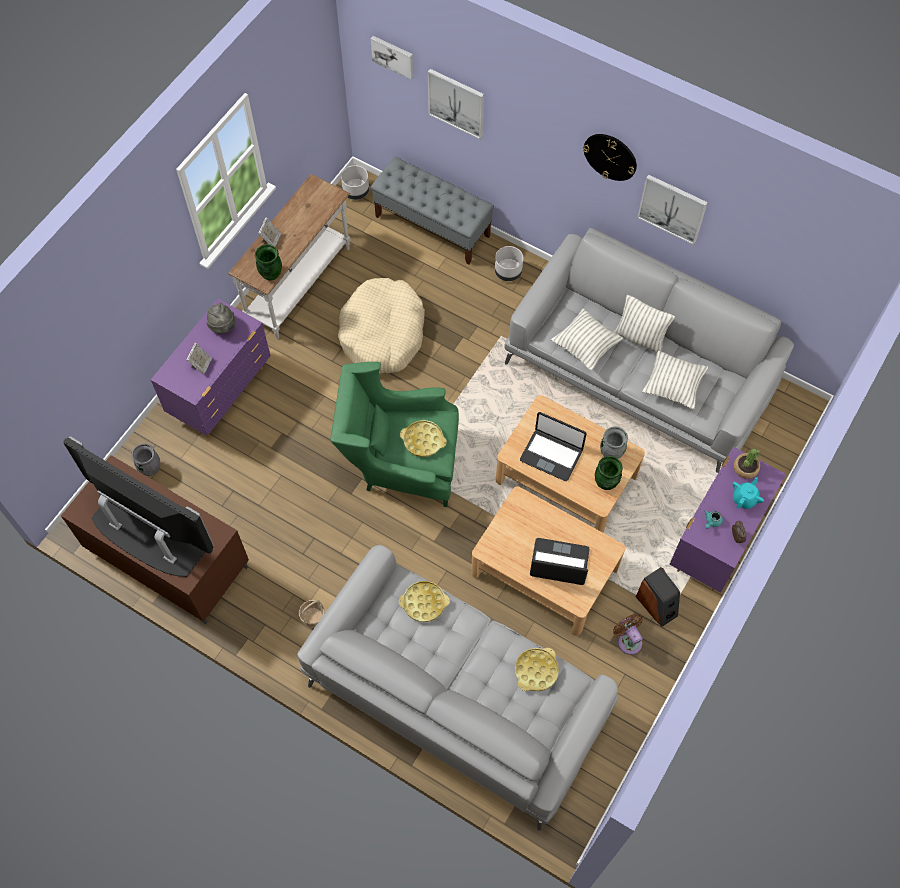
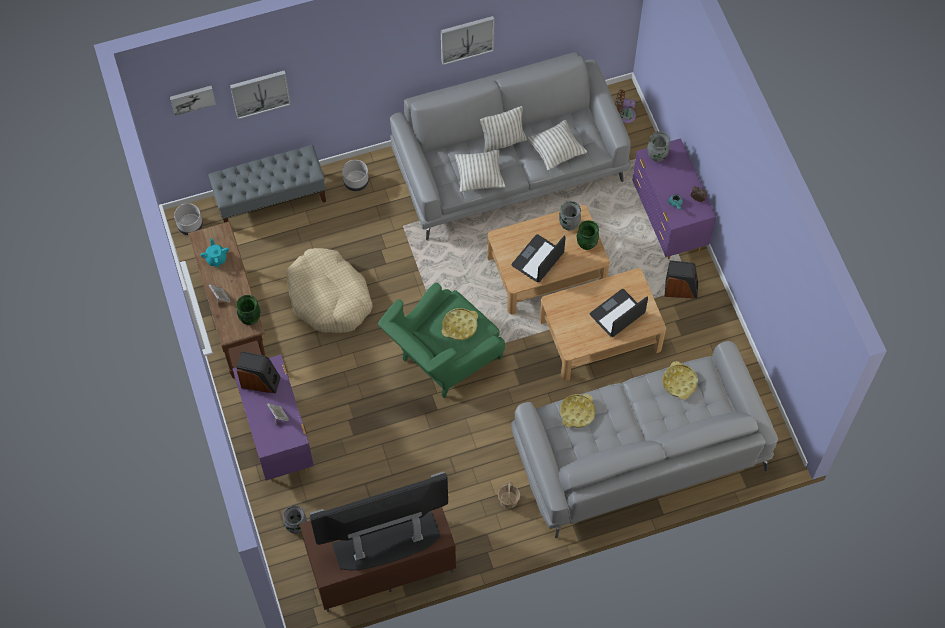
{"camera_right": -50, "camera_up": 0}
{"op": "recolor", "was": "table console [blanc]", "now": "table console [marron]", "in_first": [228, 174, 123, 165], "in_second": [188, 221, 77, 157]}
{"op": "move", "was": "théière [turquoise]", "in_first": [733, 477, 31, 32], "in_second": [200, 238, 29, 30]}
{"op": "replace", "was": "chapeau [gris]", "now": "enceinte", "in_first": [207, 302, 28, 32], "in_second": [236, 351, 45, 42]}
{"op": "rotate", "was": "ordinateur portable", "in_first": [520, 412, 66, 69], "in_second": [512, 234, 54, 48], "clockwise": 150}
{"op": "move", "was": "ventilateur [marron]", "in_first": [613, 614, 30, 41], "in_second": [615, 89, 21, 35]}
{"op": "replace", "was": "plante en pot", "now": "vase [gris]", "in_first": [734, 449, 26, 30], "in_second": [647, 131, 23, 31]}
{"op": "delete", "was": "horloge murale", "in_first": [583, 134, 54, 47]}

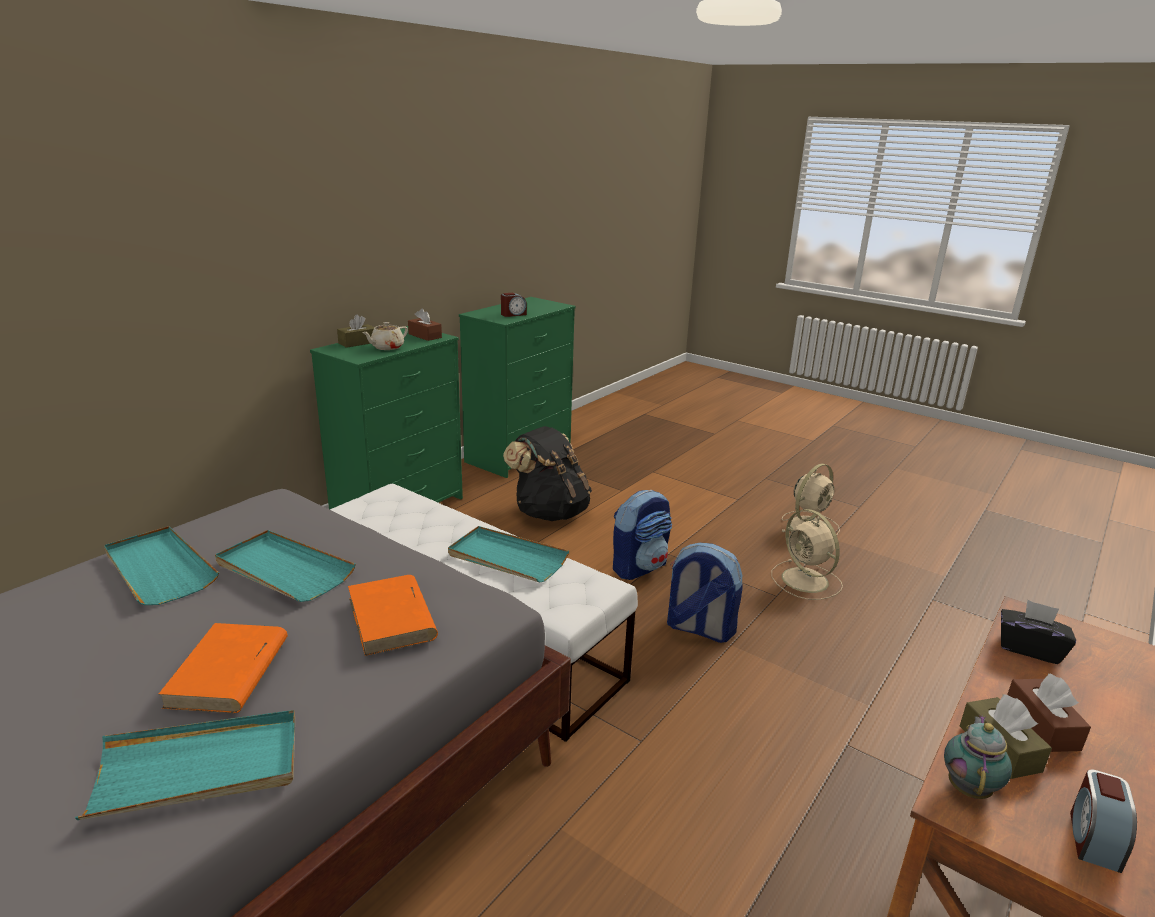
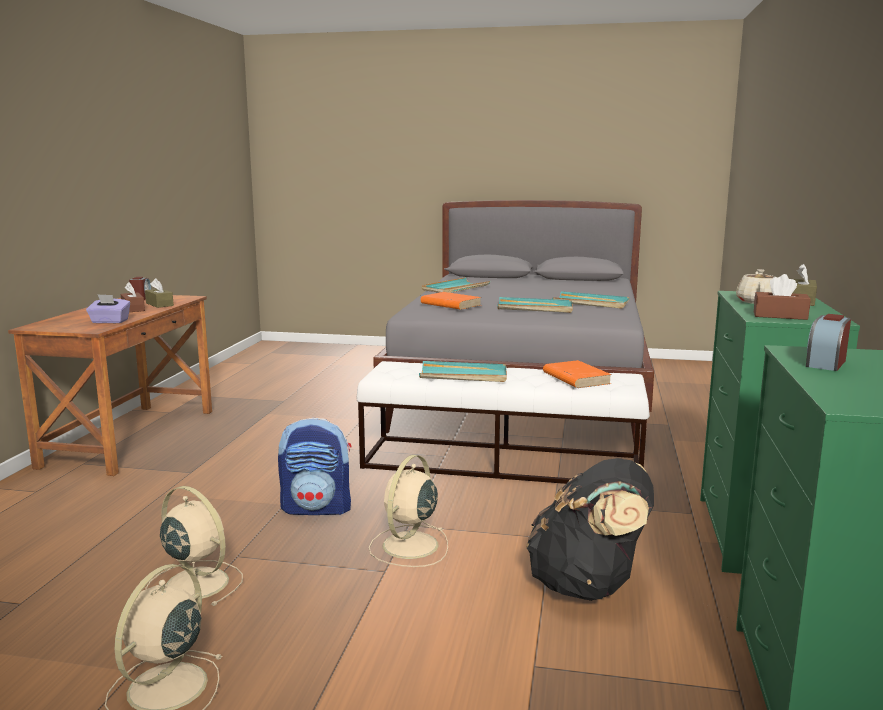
{"camera_right": 155, "camera_up": -10}
{"op": "recolor", "was": "boîte à mouchoirs [noir]", "now": "boîte à mouchoirs [violet]", "in_first": [1001, 600, 75, 64], "in_second": [86, 294, 44, 29]}
{"op": "replace", "was": "sac à dos", "now": "ventilateur [beige]", "in_first": [613, 490, 59, 90], "in_second": [369, 455, 79, 112]}
{"op": "move", "was": "livre [orange]", "in_first": [158, 623, 130, 90], "in_second": [543, 360, 69, 28]}
{"op": "delete", "was": "théière", "in_first": [944, 715, 68, 84]}

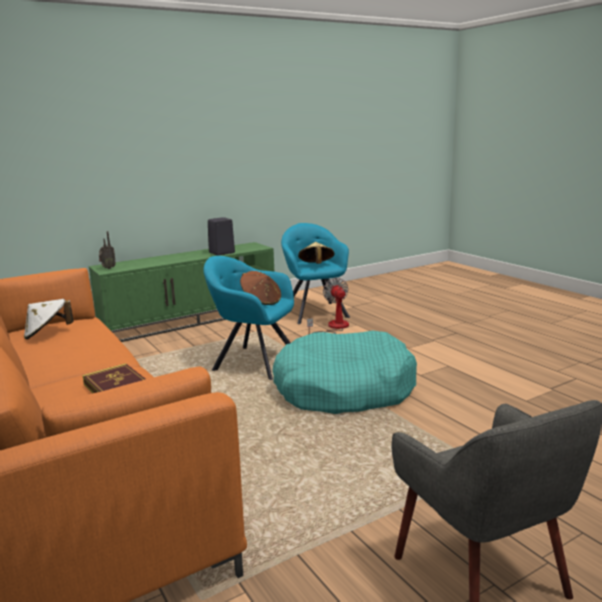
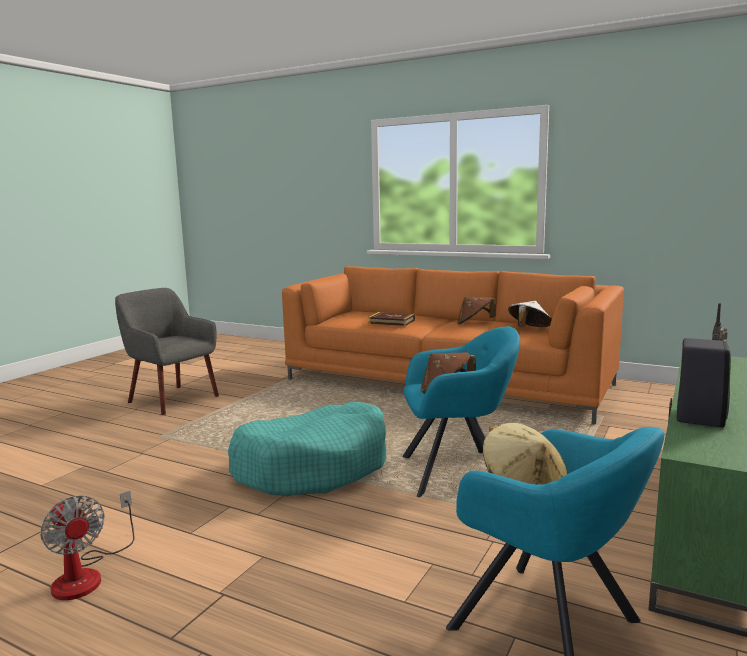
{"camera_right": 150, "camera_up": -5}
{"op": "move", "was": "ventilateur", "in_first": [307, 278, 42, 56], "in_second": [40, 491, 95, 109]}
{"op": "insert", "now": "chapeau [marron]", "in_second": [457, 297, 39, 28]}

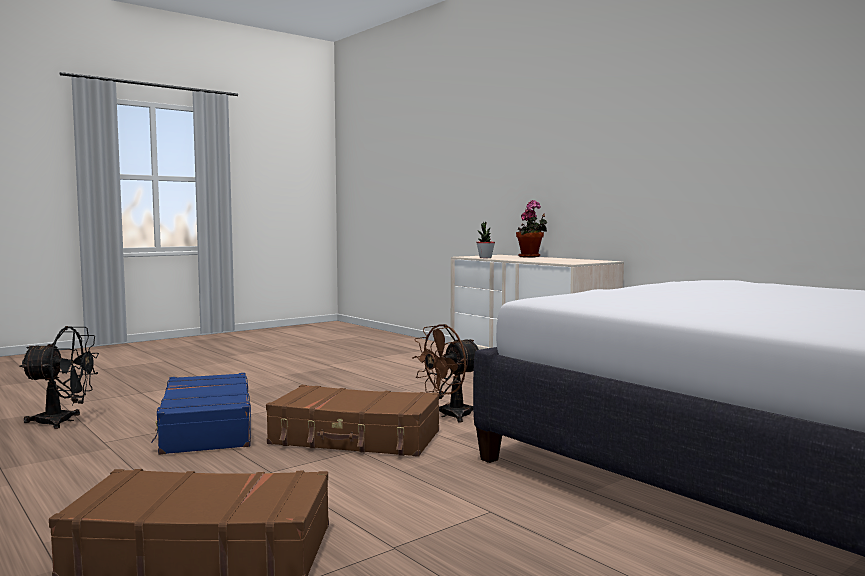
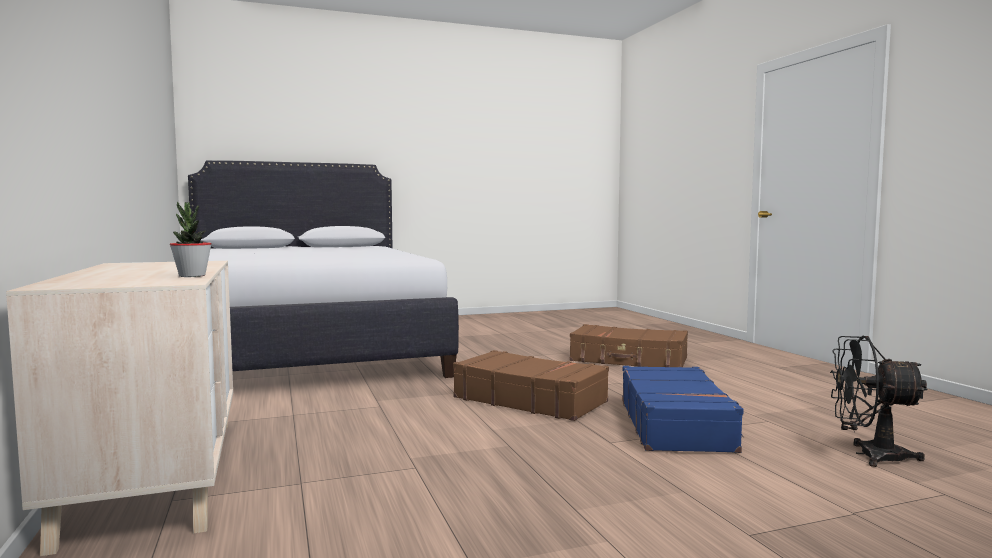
{"camera_right": -160, "camera_up": 0}
{"op": "delete", "was": "ventilateur [marron]", "in_first": [412, 324, 67, 98]}
{"op": "delete", "was": "plante en pot", "in_first": [516, 200, 31, 58]}

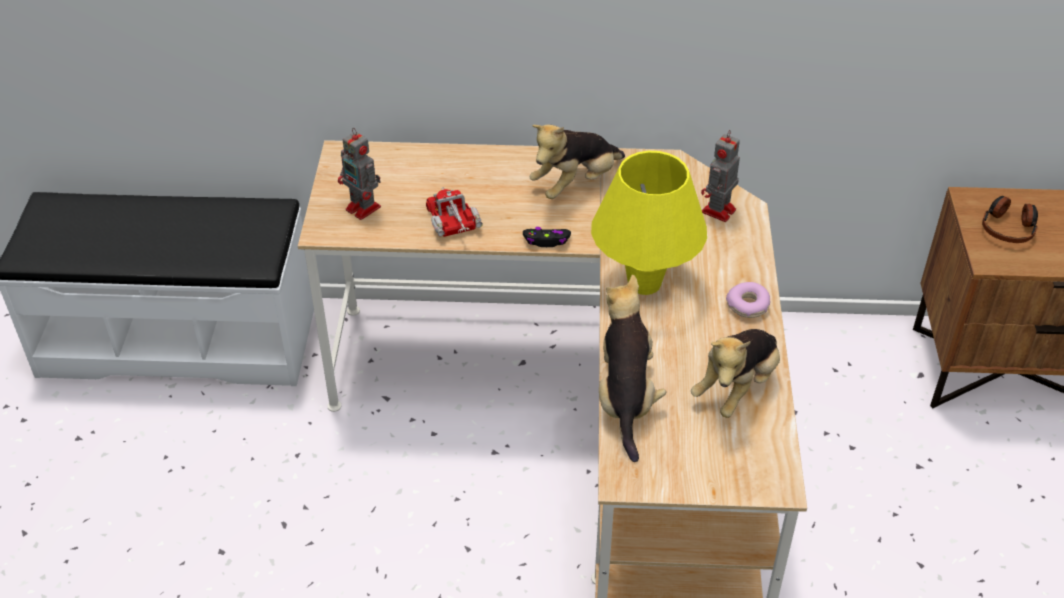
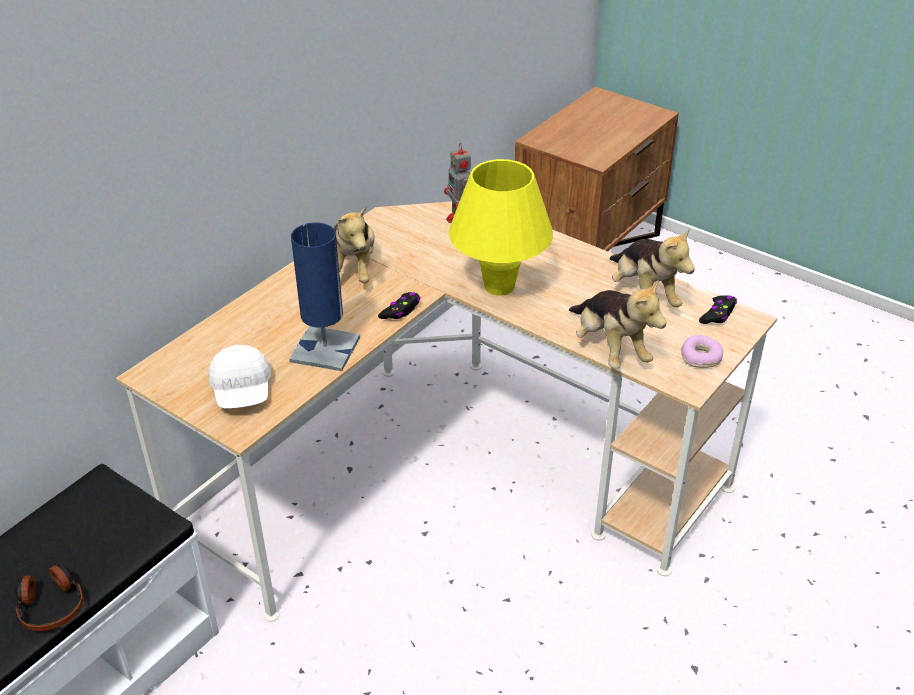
{"camera_right": -55, "camera_up": -5}
{"op": "move", "was": "casque audio", "in_first": [982, 196, 56, 47], "in_second": [15, 564, 69, 67]}
{"op": "replace", "was": "robot jouet", "now": "casquette [blanc]", "in_first": [338, 128, 43, 92], "in_second": [209, 345, 62, 63]}
{"op": "replace", "was": "camion jouet", "now": "lampe de table [bleu]", "in_first": [426, 187, 57, 50], "in_second": [289, 222, 71, 149]}
{"op": "rotate", "was": "peluche", "in_first": [599, 275, 67, 187], "in_second": [569, 279, 97, 90], "clockwise": -150}
{"op": "move", "was": "beignet", "in_first": [726, 282, 44, 36], "in_second": [681, 335, 42, 33]}
{"op": "insert", "now": "manette [noir]", "in_second": [699, 295, 38, 29]}

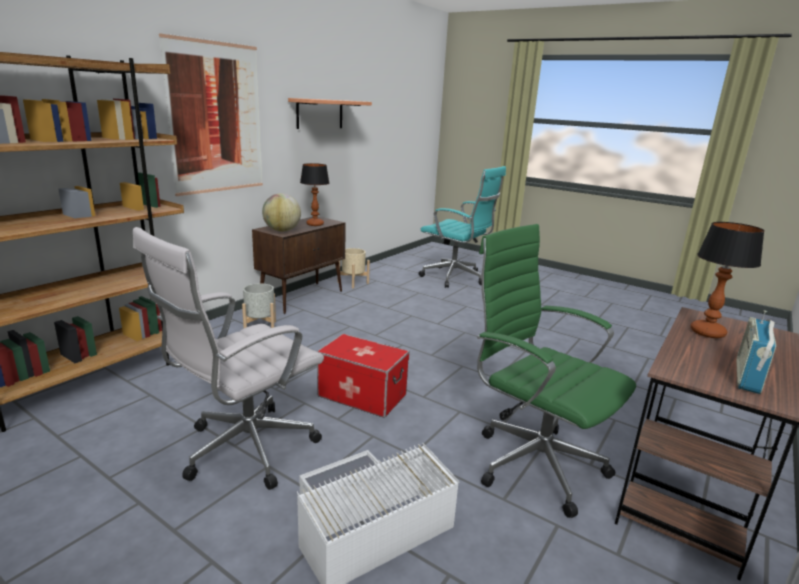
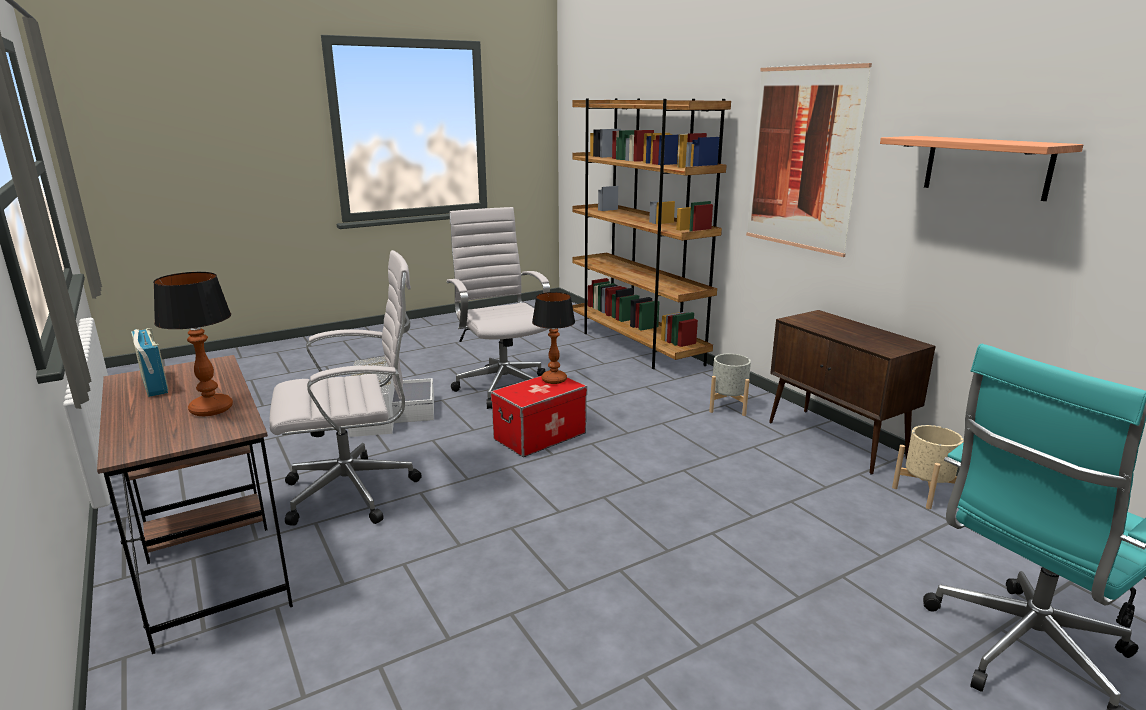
{"camera_right": 115, "camera_up": 0}
{"op": "recolor", "was": "chaise de bureau [vert]", "now": "chaise de bureau [blanc]", "in_first": [477, 224, 159, 294], "in_second": [270, 250, 152, 276]}
{"op": "move", "was": "lampe de table", "in_first": [300, 163, 29, 63], "in_second": [532, 292, 43, 92]}
{"op": "delete", "was": "globe", "in_first": [262, 193, 39, 39]}

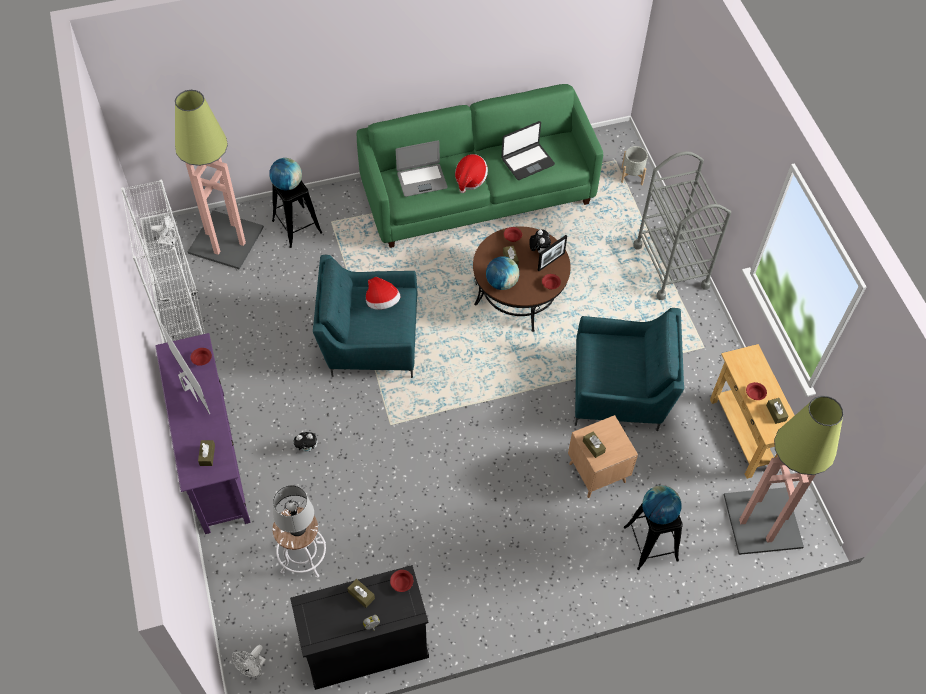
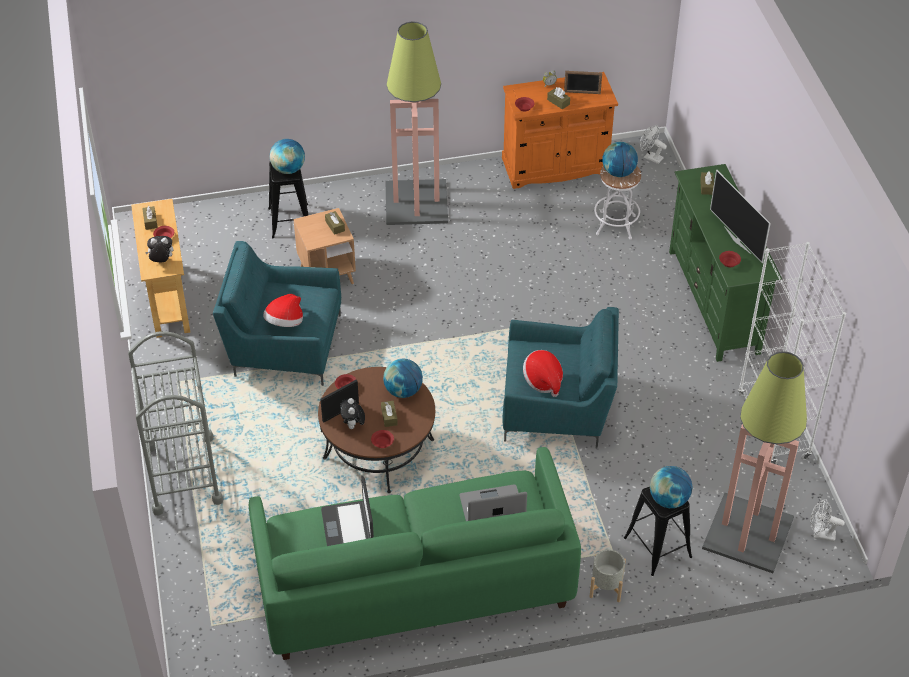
{"camera_right": -175, "camera_up": -10}
{"op": "move", "was": "peluche", "in_first": [294, 432, 27, 20], "in_second": [145, 236, 28, 26]}
{"op": "move", "was": "chapeau", "in_first": [455, 154, 33, 39], "in_second": [263, 294, 40, 33]}
{"op": "rotate", "was": "ordinateur portable", "in_first": [501, 121, 54, 59], "in_second": [321, 476, 53, 70], "clockwise": -75}
{"op": "move", "was": "lampadaire", "in_first": [724, 396, 120, 159], "in_second": [385, 21, 63, 204]}
{"op": "recolor", "was": "meuble de rangement [noir]", "now": "meuble de rangement [orange]", "in_first": [290, 565, 139, 125], "in_second": [502, 72, 116, 117]}
{"op": "insert", "now": "cadre photo", "in_second": [564, 71, 38, 23]}
{"op": "move", "was": "cache-pot [gris]", "in_first": [621, 146, 27, 39], "in_second": [590, 549, 36, 53]}
{"op": "replace", "was": "lampe de table [gris]", "now": "globe", "in_first": [273, 485, 41, 51], "in_second": [602, 142, 36, 35]}
{"op": "rotate", "was": "ventilateur [blanc]", "in_first": [232, 645, 34, 32], "in_second": [640, 125, 27, 39], "clockwise": -90}
{"op": "recolor", "was": "meuble télé [violet]", "now": "meuble télé [vert]", "in_first": [155, 333, 96, 201], "in_second": [669, 164, 113, 198]}

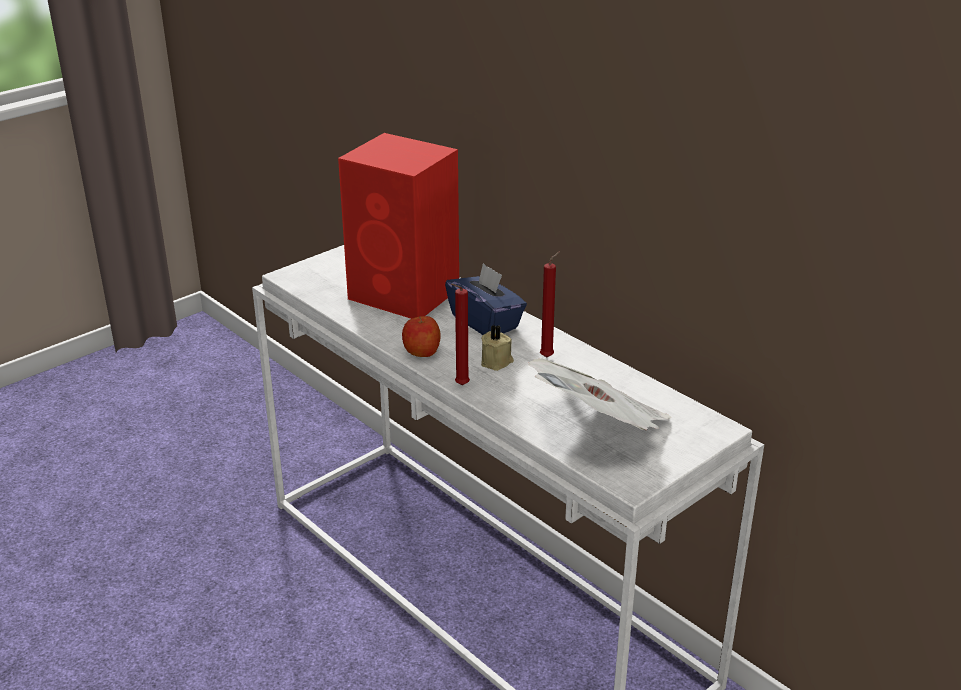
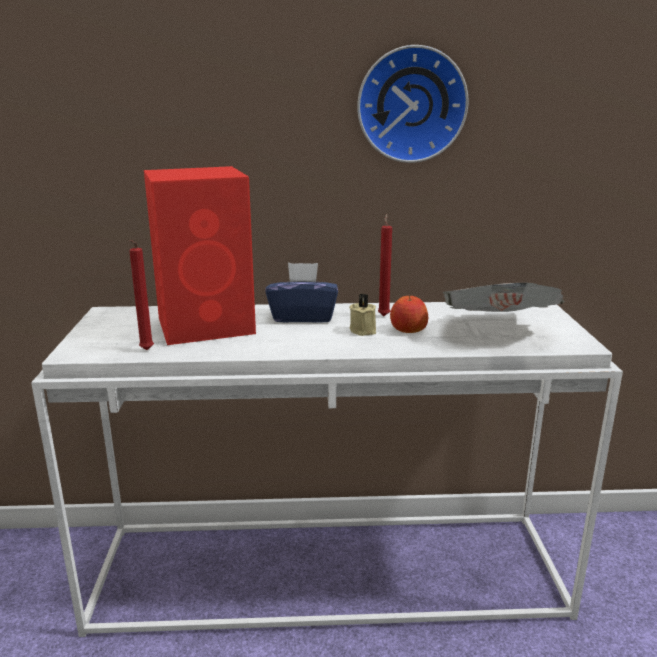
{"camera_right": -50, "camera_up": -10}
{"op": "move", "was": "bougie [rouge]", "in_first": [451, 284, 19, 101], "in_second": [129, 240, 25, 110]}
{"op": "insert", "now": "horloge murale", "in_second": [357, 45, 112, 118]}
{"op": "move", "was": "pomme", "in_first": [402, 316, 39, 41], "in_second": [390, 294, 38, 39]}

